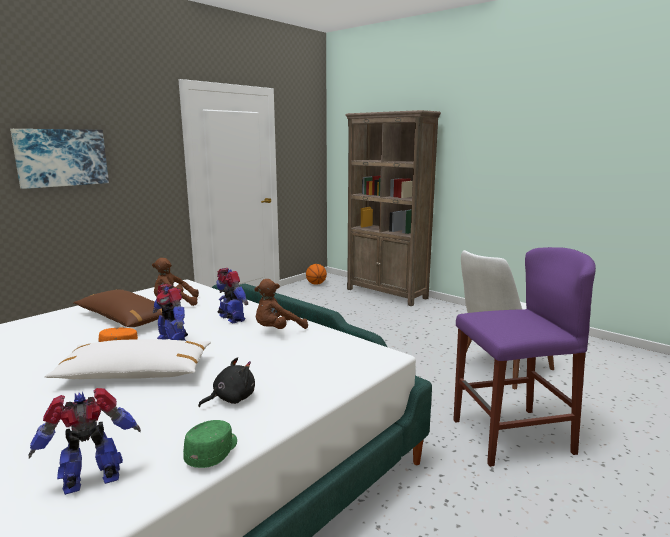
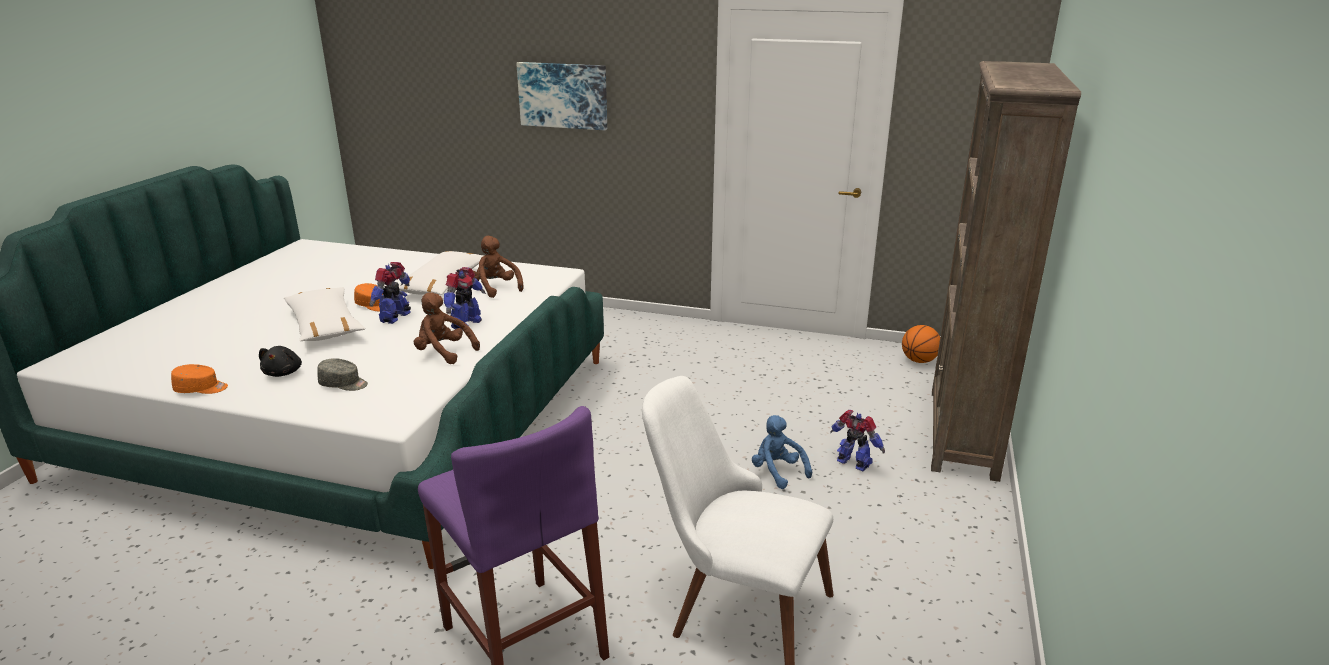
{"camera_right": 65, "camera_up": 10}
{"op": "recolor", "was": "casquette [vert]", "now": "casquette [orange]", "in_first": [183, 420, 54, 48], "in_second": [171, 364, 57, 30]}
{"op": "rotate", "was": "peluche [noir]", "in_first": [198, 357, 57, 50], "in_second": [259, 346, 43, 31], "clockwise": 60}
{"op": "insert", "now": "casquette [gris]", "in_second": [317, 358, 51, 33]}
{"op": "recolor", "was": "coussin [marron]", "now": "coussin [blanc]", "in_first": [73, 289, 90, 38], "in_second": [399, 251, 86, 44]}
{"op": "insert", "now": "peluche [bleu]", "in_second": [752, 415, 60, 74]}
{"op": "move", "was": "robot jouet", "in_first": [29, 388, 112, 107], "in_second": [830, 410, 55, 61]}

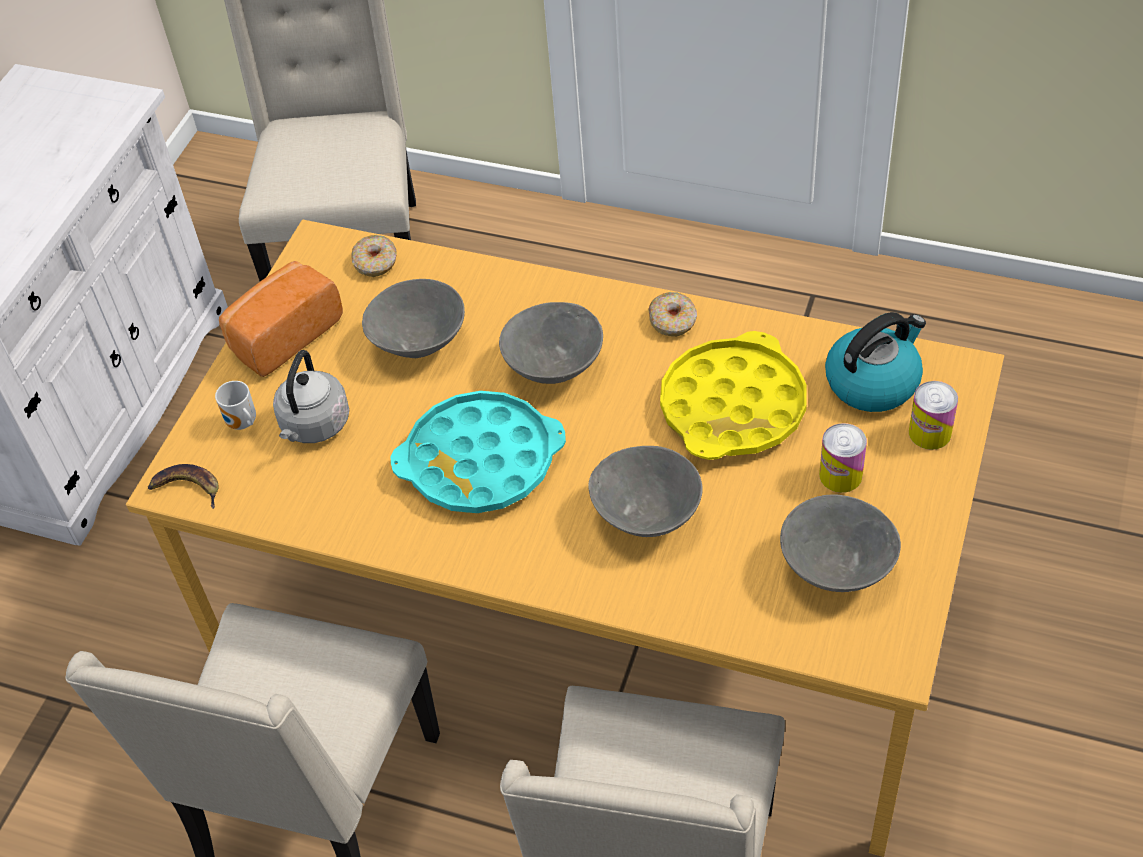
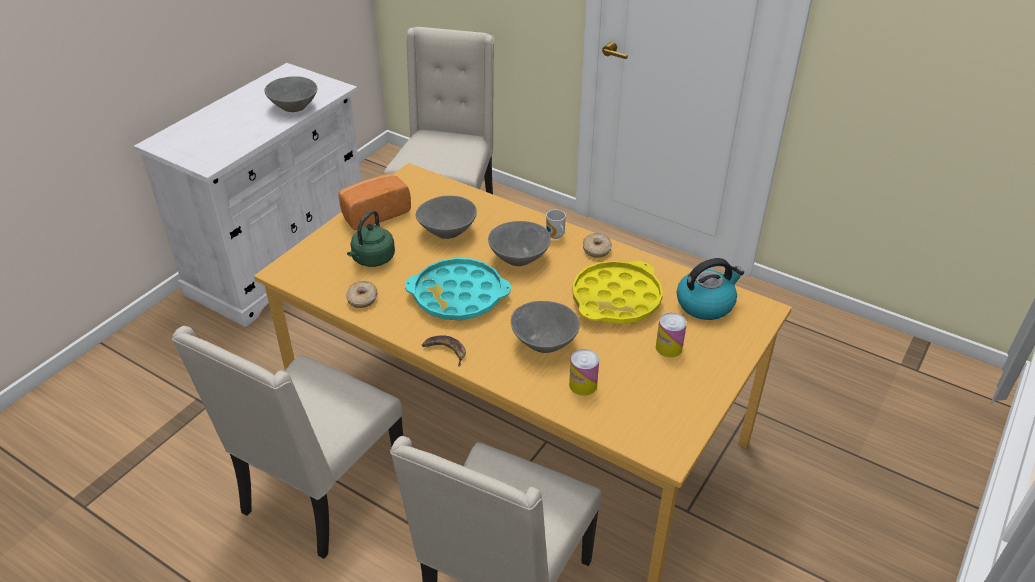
{"camera_right": 10, "camera_up": -10}
{"op": "move", "was": "bol [gris]", "in_first": [780, 494, 121, 98], "in_second": [265, 76, 52, 36]}
{"op": "move", "was": "beignet", "in_first": [351, 235, 46, 42], "in_second": [346, 281, 32, 27]}
{"op": "recolor", "was": "bouilloire [gris]", "now": "bouilloire [vert]", "in_first": [273, 350, 76, 93], "in_second": [347, 210, 48, 57]}
{"op": "move", "was": "banane", "in_first": [148, 464, 71, 45], "in_second": [422, 335, 44, 32]}
{"op": "move", "was": "mug", "in_first": [215, 381, 41, 49], "in_second": [546, 210, 20, 29]}
{"op": "move", "was": "boîte métallique", "in_first": [909, 381, 49, 69], "in_second": [569, 349, 30, 47]}

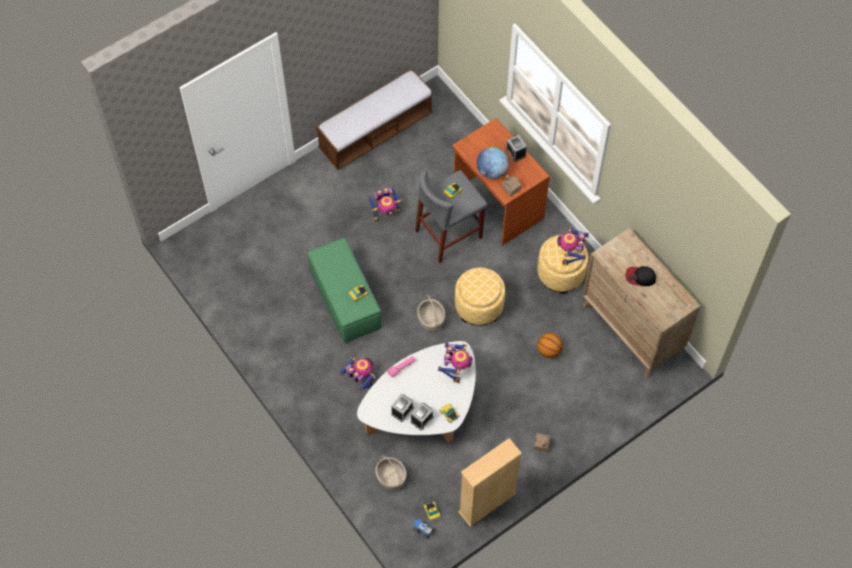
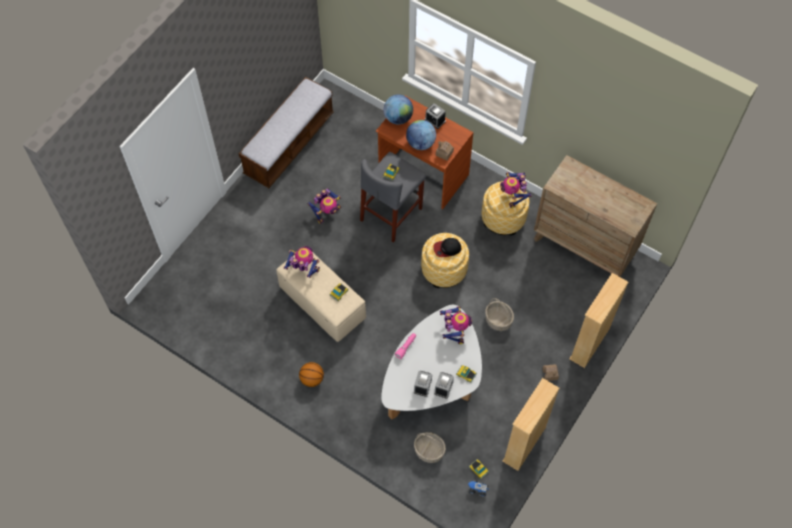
{"camera_right": -20, "camera_up": 0}
{"op": "recolor", "was": "pouf [vert]", "now": "pouf [beige]", "in_first": [308, 238, 74, 105], "in_second": [276, 247, 90, 95]}
{"op": "move", "was": "robot jouet", "in_first": [339, 357, 37, 34], "in_second": [284, 246, 36, 32]}
{"op": "move", "was": "ballon de basket", "in_first": [537, 333, 26, 25], "in_second": [299, 362, 25, 25]}
{"op": "insert", "now": "globe", "in_second": [384, 95, 29, 30]}
{"op": "move", "was": "casquette", "in_first": [625, 266, 31, 20], "in_second": [433, 238, 29, 19]}
{"op": "move", "was": "panier", "in_first": [417, 295, 28, 36], "in_second": [485, 298, 29, 33]}
{"op": "insert", "now": "bibliothèque [beige]", "in_second": [569, 273, 60, 95]}

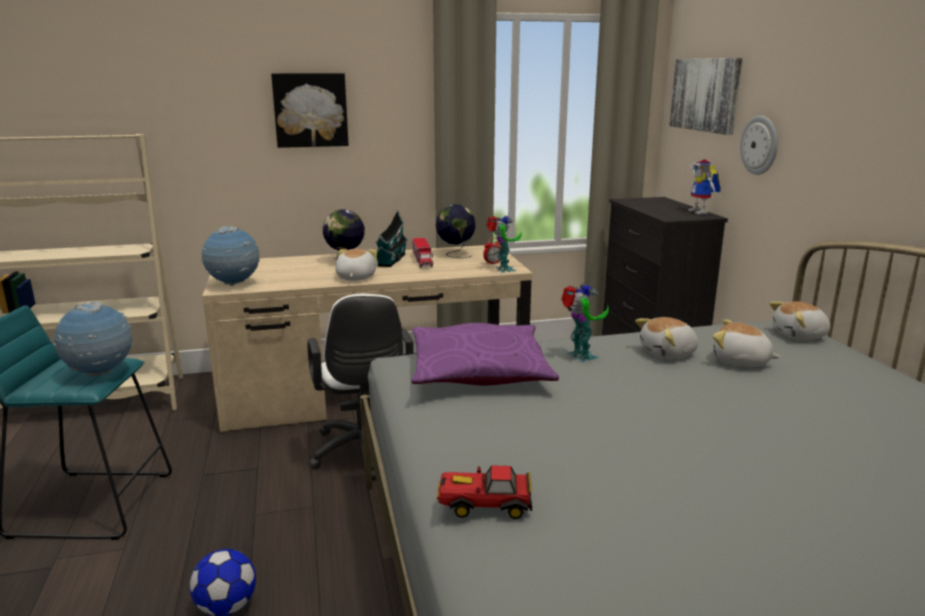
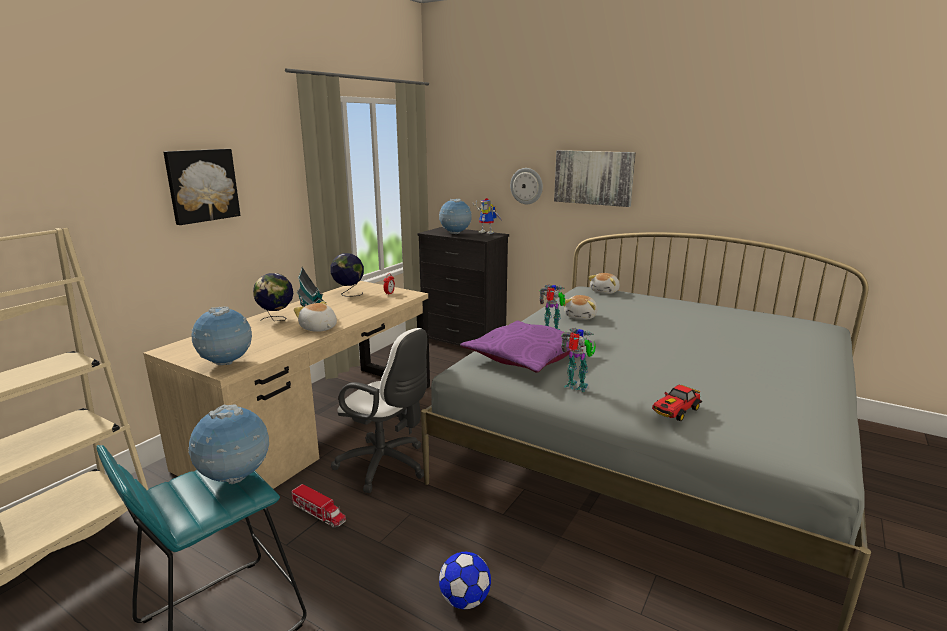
{"camera_right": -45, "camera_up": 0}
{"op": "move", "was": "camion jouet", "in_first": [412, 238, 21, 30], "in_second": [291, 484, 55, 44]}
{"op": "insert", "now": "globe", "in_second": [439, 199, 33, 35]}
{"op": "move", "was": "tableau", "in_first": [669, 58, 73, 77], "in_second": [554, 150, 82, 57]}
{"op": "move", "was": "robot jouet", "in_first": [486, 216, 36, 57], "in_second": [561, 328, 35, 64]}
{"op": "delete", "was": "peluche", "in_first": [713, 319, 68, 48]}

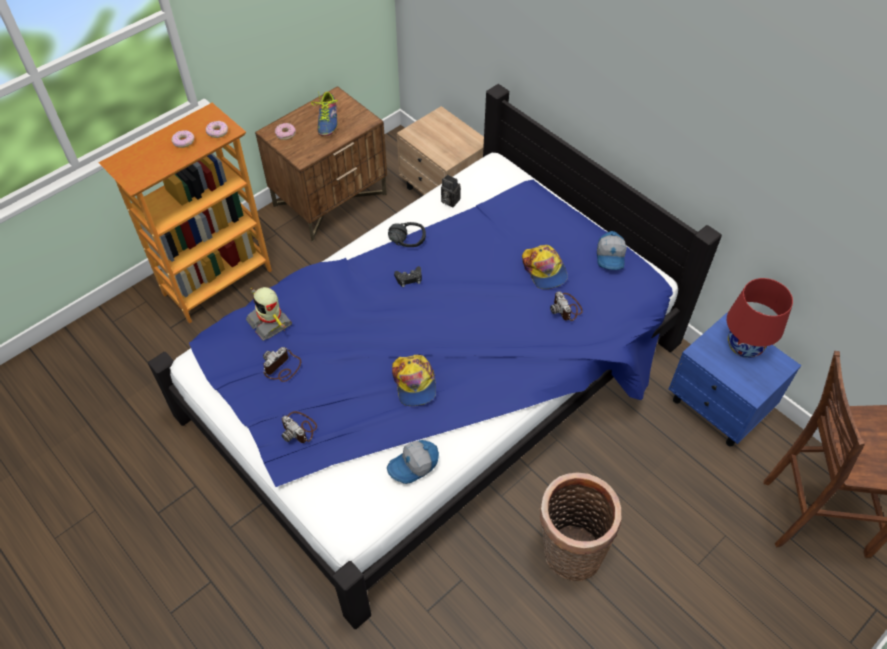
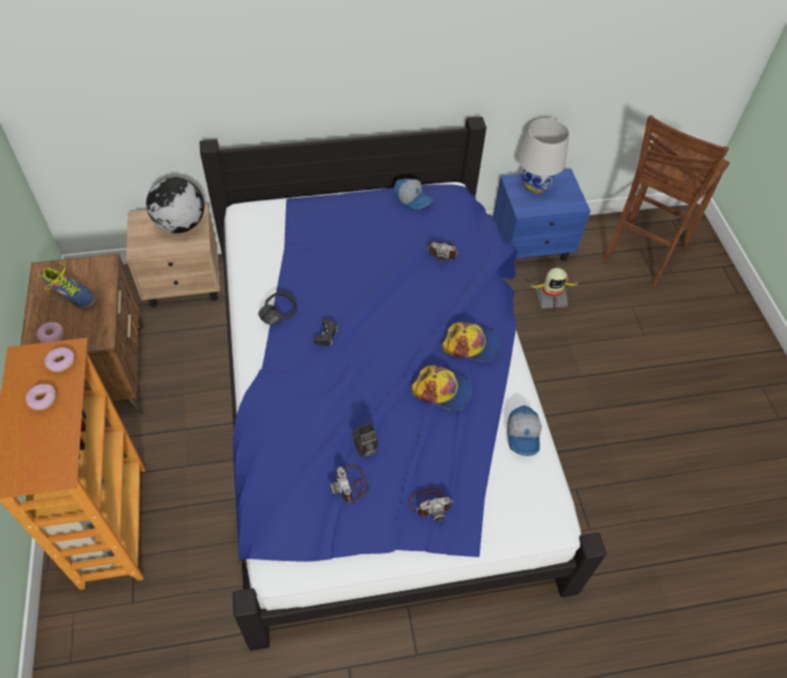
{"camera_right": -60, "camera_up": 0}
{"op": "insert", "now": "globe", "in_second": [146, 177, 58, 56]}
{"op": "move", "was": "appareil photo", "in_first": [441, 174, 20, 33], "in_second": [351, 423, 27, 34]}
{"op": "move", "was": "casquette", "in_first": [522, 245, 46, 44], "in_second": [442, 322, 58, 40]}
{"op": "recolor", "was": "lampe de table [rouge]", "now": "lampe de table [blanc]", "in_first": [727, 278, 66, 80], "in_second": [519, 118, 51, 75]}
{"op": "move", "was": "robot jouet", "in_first": [246, 287, 46, 54], "in_second": [530, 268, 50, 40]}
{"op": "delete", "was": "panier", "in_first": [539, 472, 83, 109]}

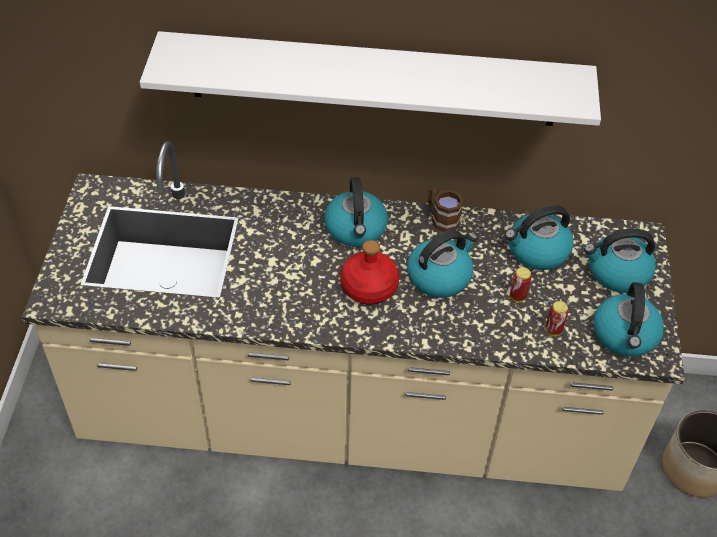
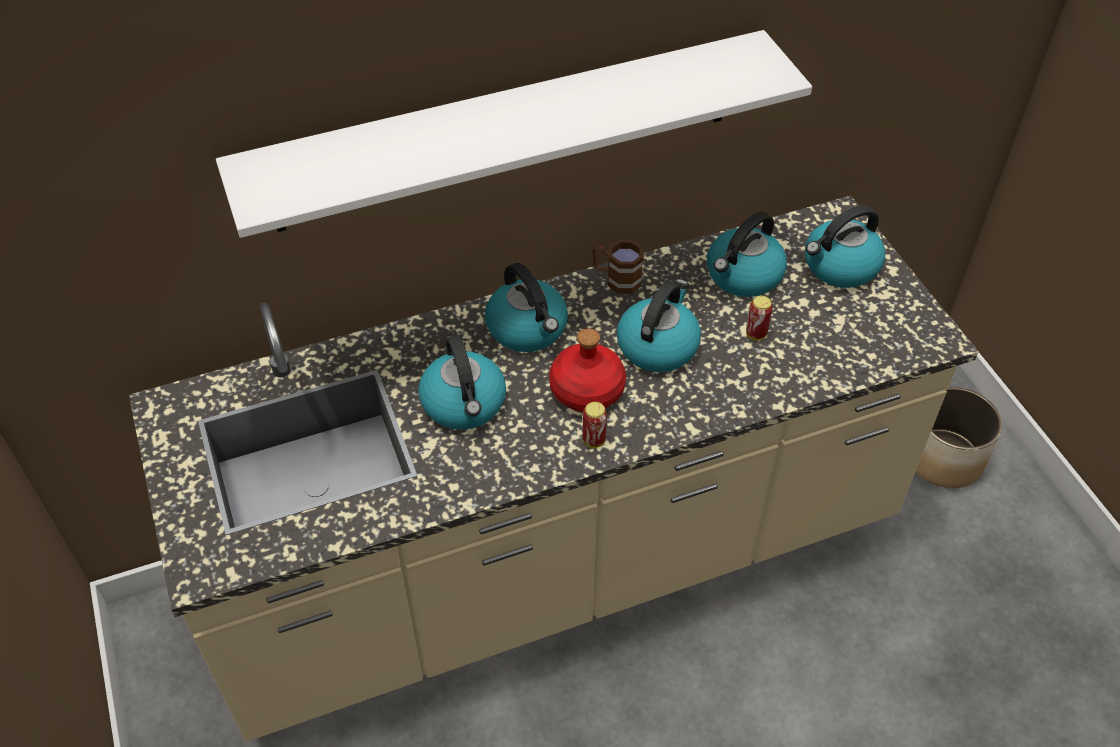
{"camera_right": -25, "camera_up": 0}
{"op": "move", "was": "bouilloire", "in_first": [594, 282, 70, 75], "in_second": [418, 335, 88, 95]}
{"op": "move", "was": "boîte métallique", "in_first": [545, 301, 24, 35], "in_second": [583, 402, 24, 46]}

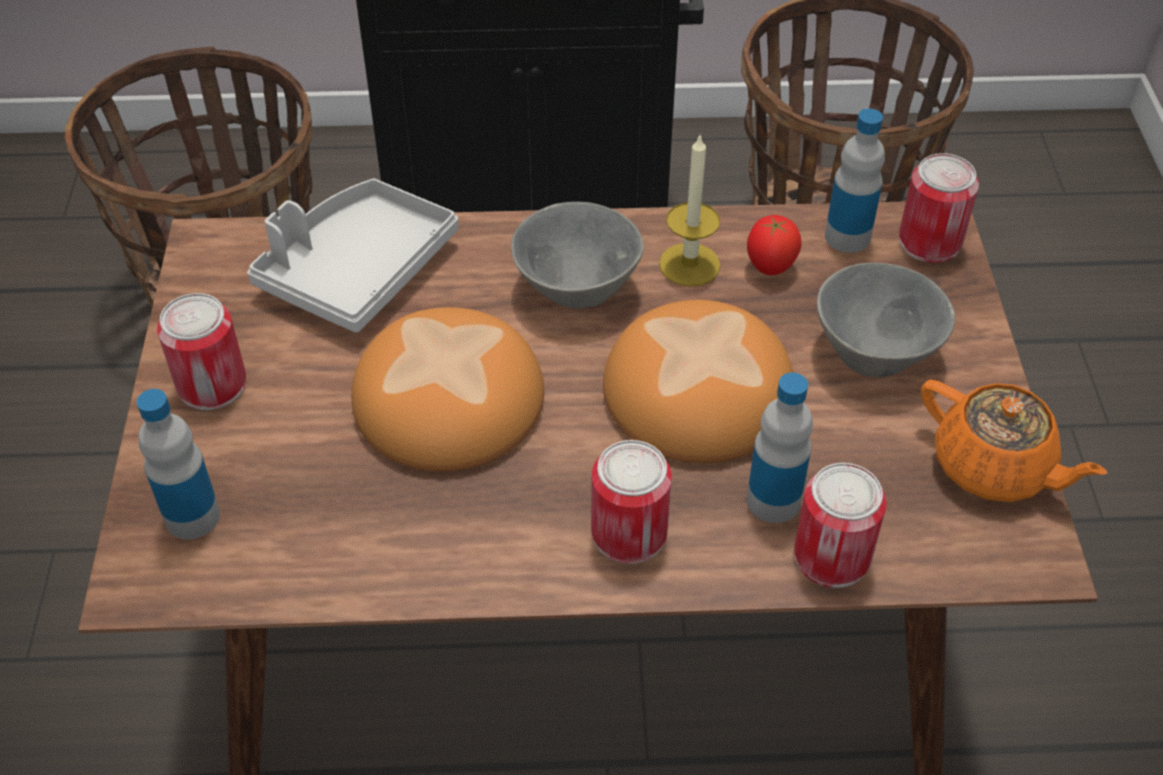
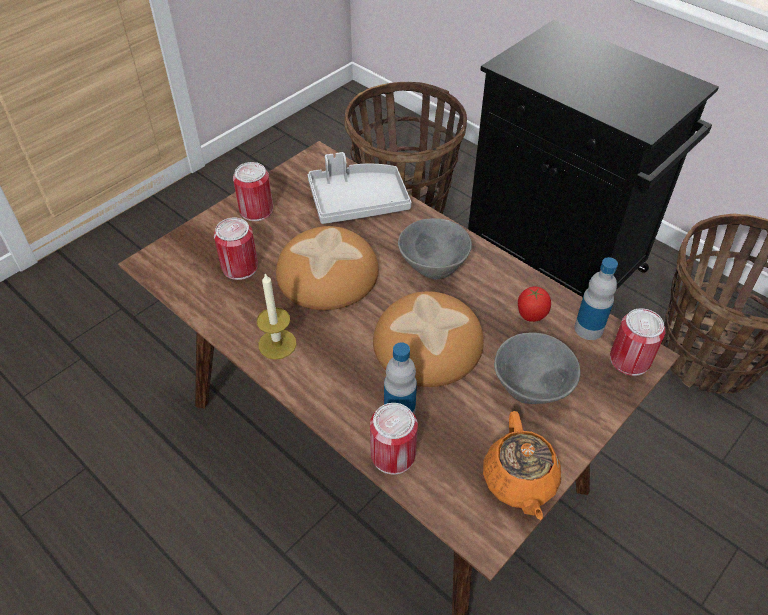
{"camera_right": 45, "camera_up": 0}
{"op": "move", "was": "boîte métallique", "in_first": [591, 440, 81, 124], "in_second": [214, 217, 44, 63]}
{"op": "move", "was": "bougie", "in_first": [659, 133, 62, 153], "in_second": [257, 273, 40, 87]}
{"op": "delete", "was": "bouteille", "in_first": [137, 389, 83, 151]}

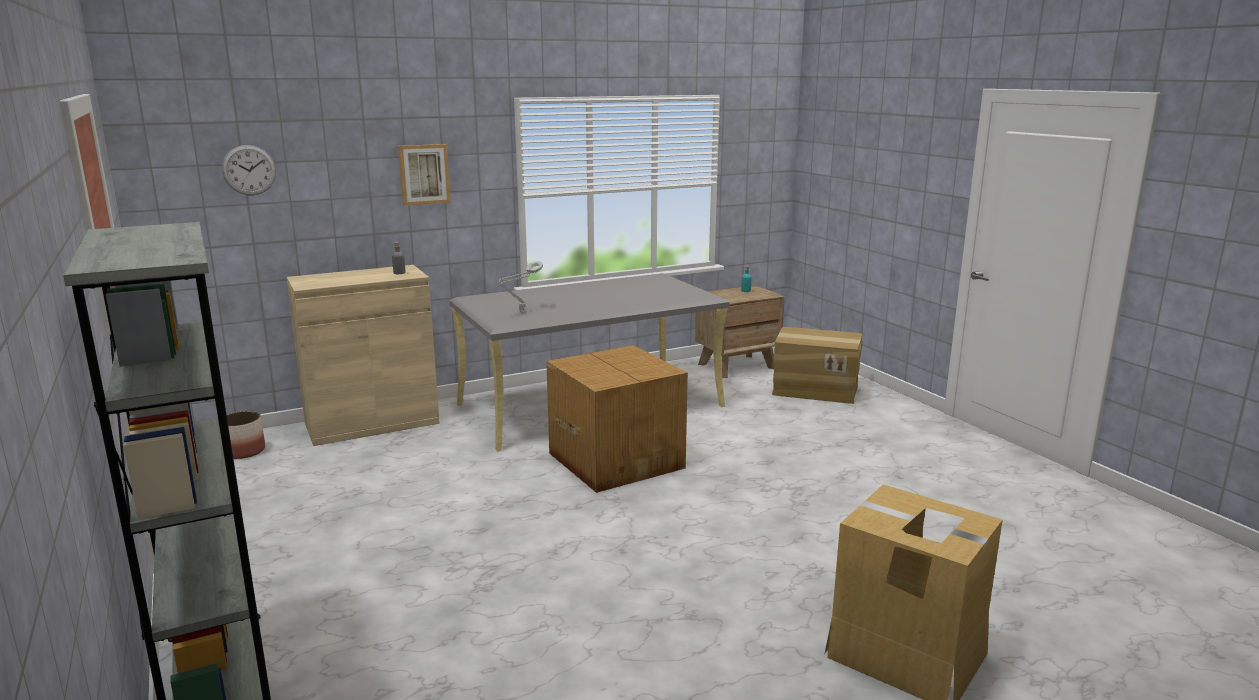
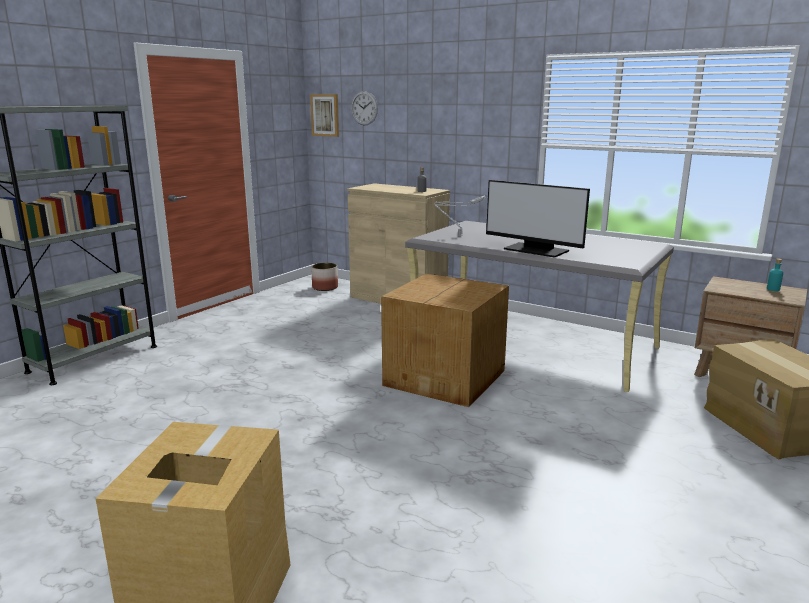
{"camera_right": 60, "camera_up": 0}
{"op": "move", "was": "tableau", "in_first": [398, 144, 53, 62], "in_second": [310, 94, 29, 43]}
{"op": "insert", "now": "écran d'ordinateur", "in_second": [486, 180, 104, 78]}

